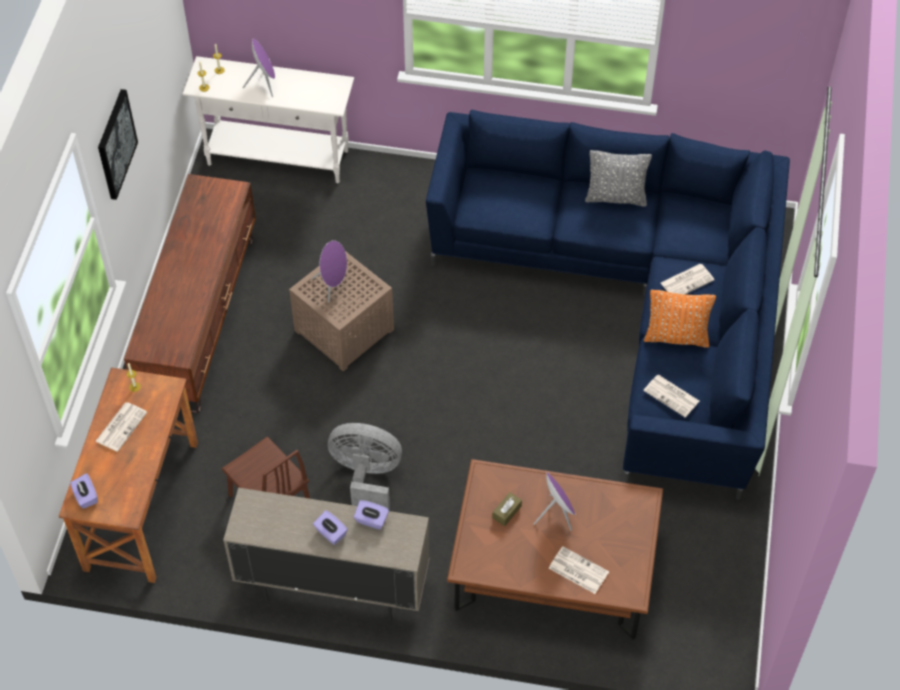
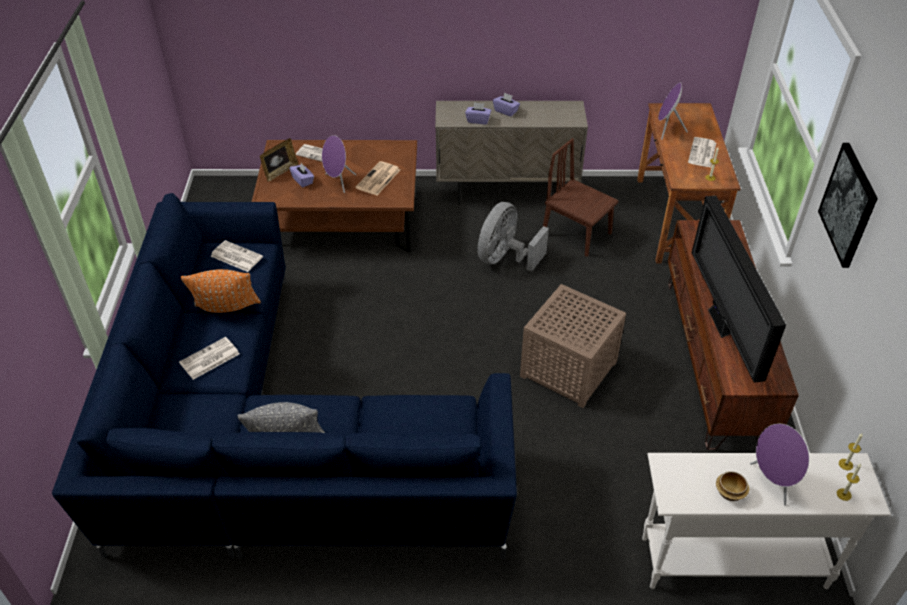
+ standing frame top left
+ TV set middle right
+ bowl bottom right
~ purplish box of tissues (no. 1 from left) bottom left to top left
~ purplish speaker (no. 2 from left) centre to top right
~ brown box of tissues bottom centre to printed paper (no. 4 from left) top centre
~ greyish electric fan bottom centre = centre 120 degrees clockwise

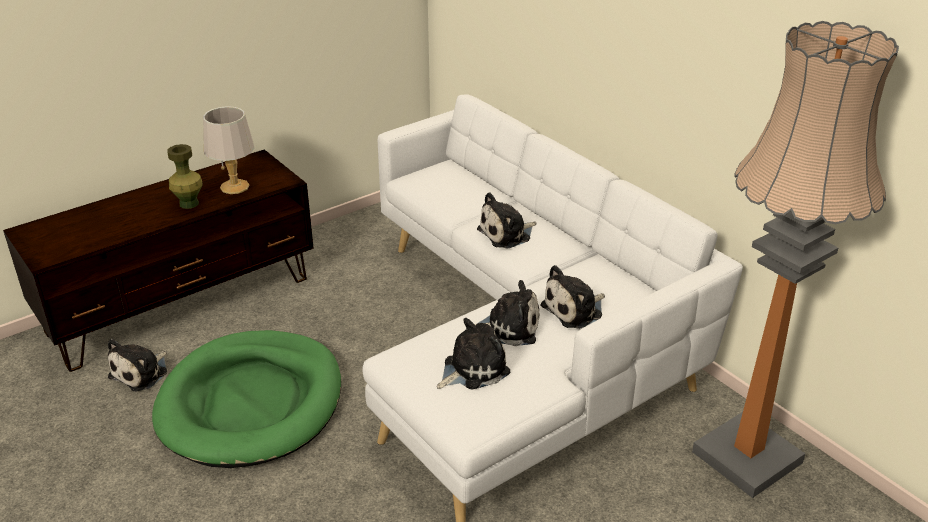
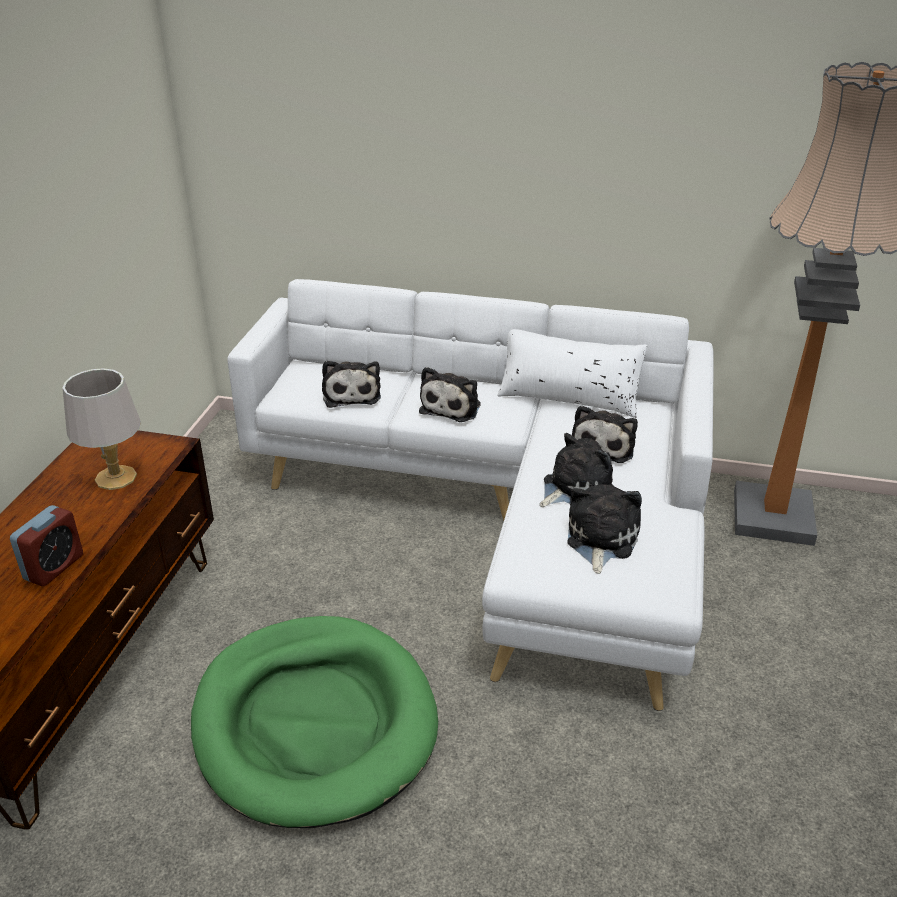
- green-coloured flower vase middle left
+ table clock middle left
+ white pillow centre
~ plush toy (no. 1 from left) bottom left to centre

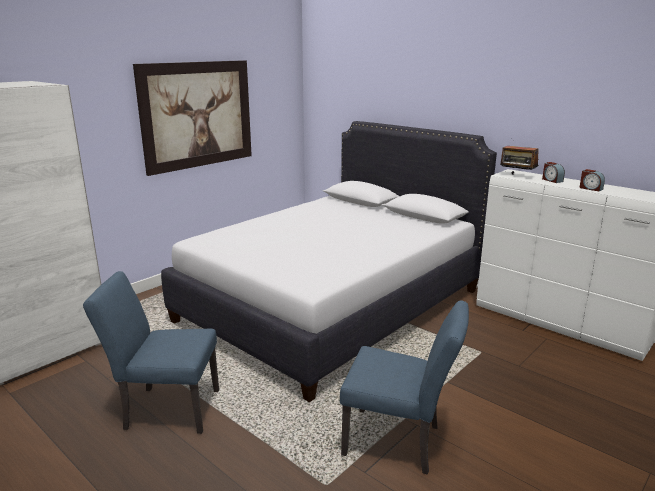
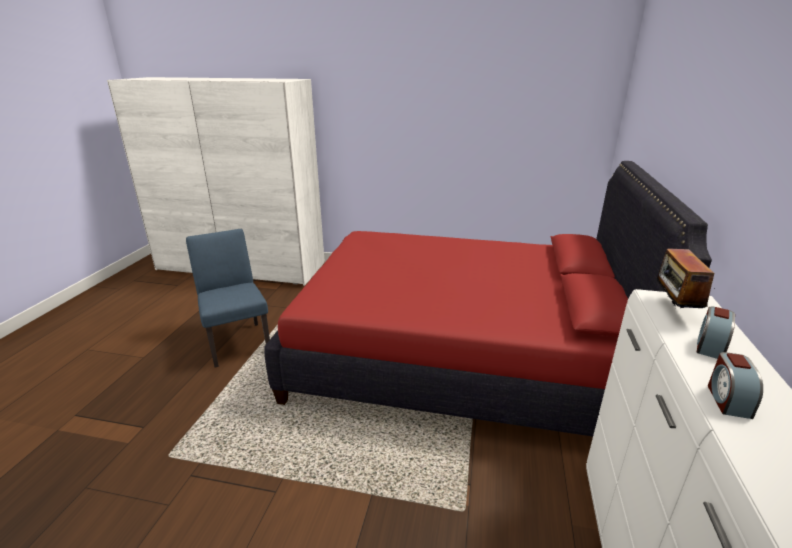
- picture top left
- bluish upright chair (no. 2 from left) bottom centre
~ white bedroom bed centre to red-coloured bedroom bed centre

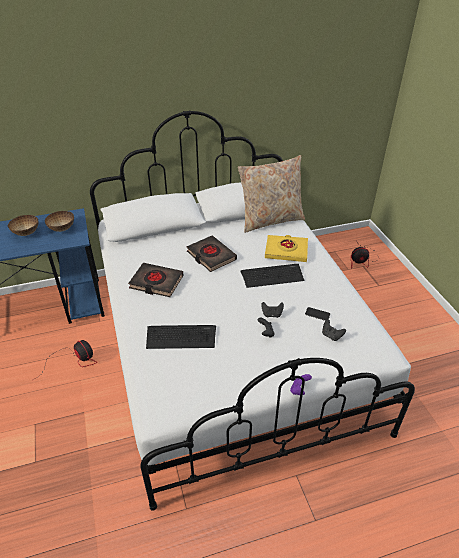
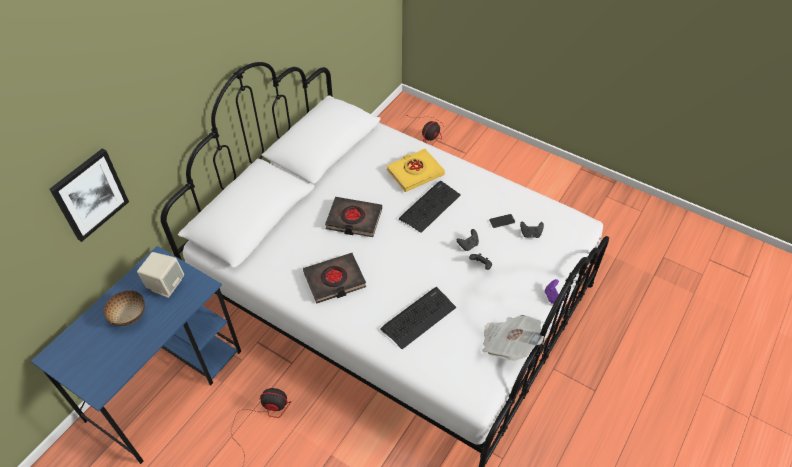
- sand-coloured pillow centre
+ picture middle left
+ printed paper bottom centre
~ bowl (no. 2 from left) middle left to sand-coloured speaker middle left

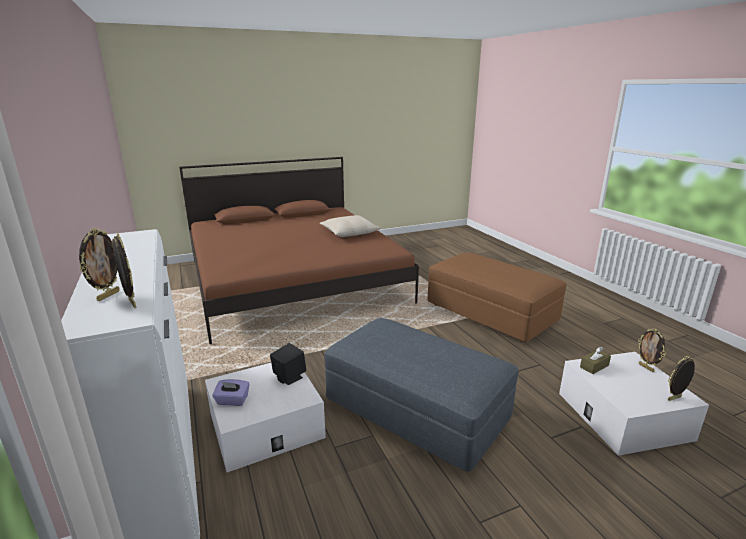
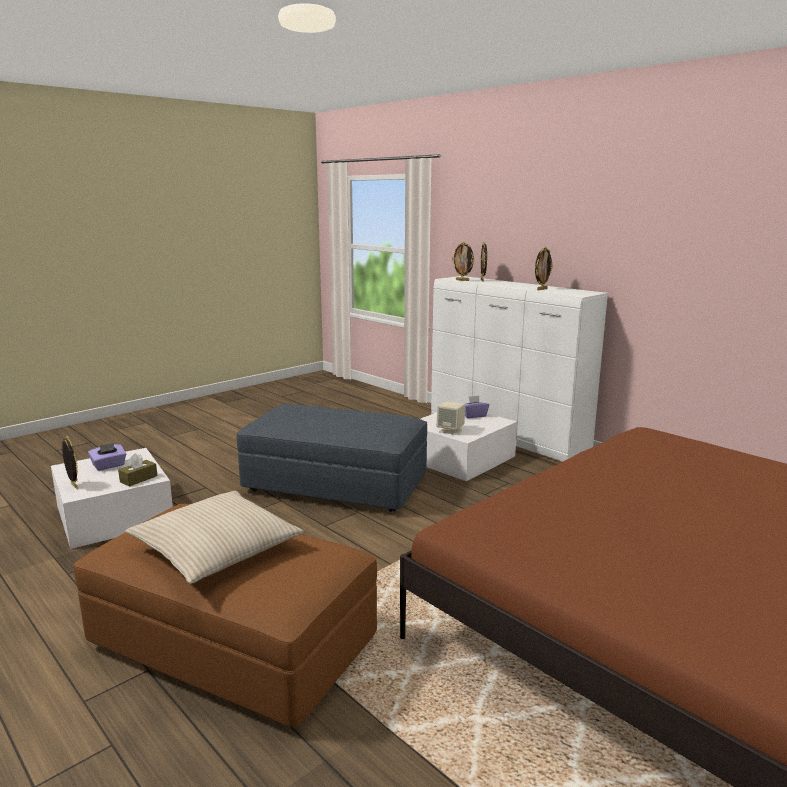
+ purplish box of tissues (no. 1 from left) middle left
~ sand-coloured pillow centre to bottom left
~ standing frame (no. 4 from left) bottom right to middle right
~ black speaker bottom centre to sand-coloured speaker centre

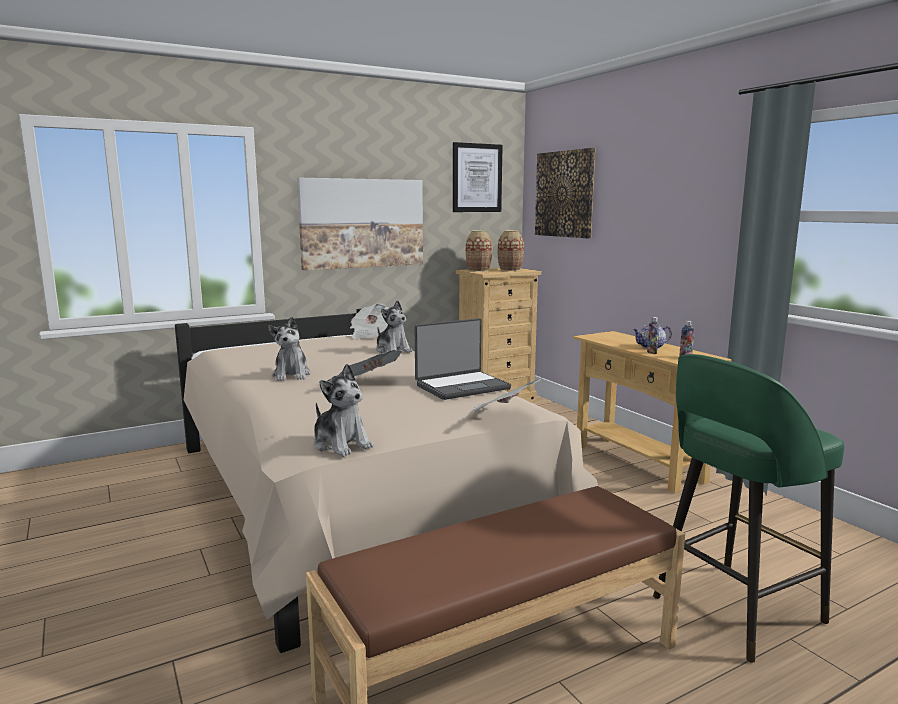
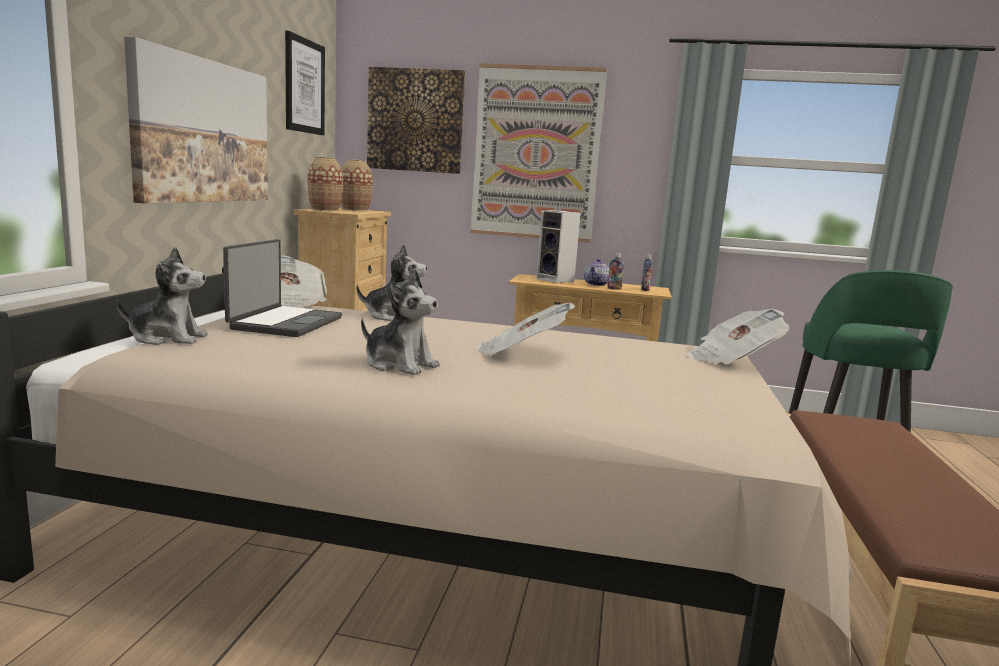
+ picture (no. 4 from left) top centre
+ speaker centre
~ plush toy (no. 2 from left in the first image) centre to plush toy (no. 1 from left) middle left
~ notebook computer centre to middle left

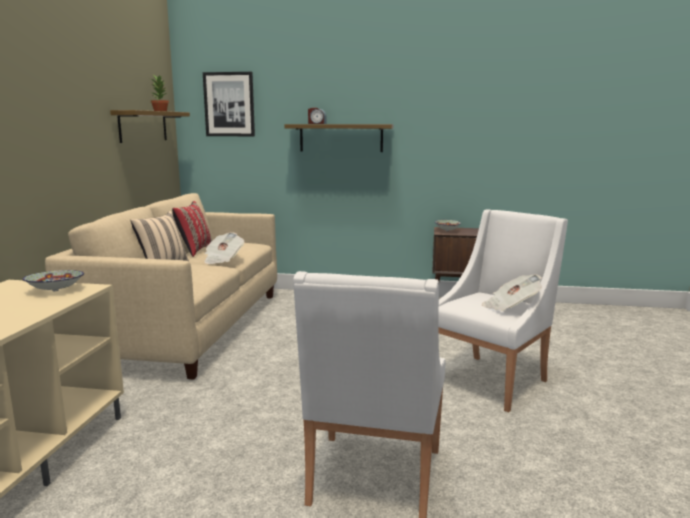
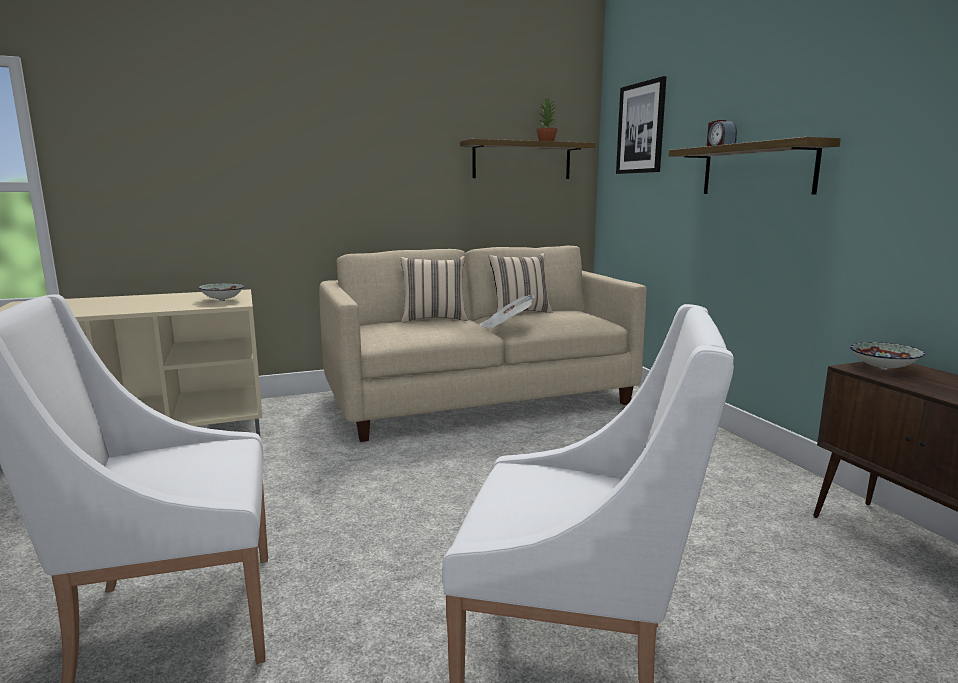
- printed paper (no. 2 from left) middle right
~ red-coloured pillow middle left to sand-coloured pillow (no. 2 from left) centre

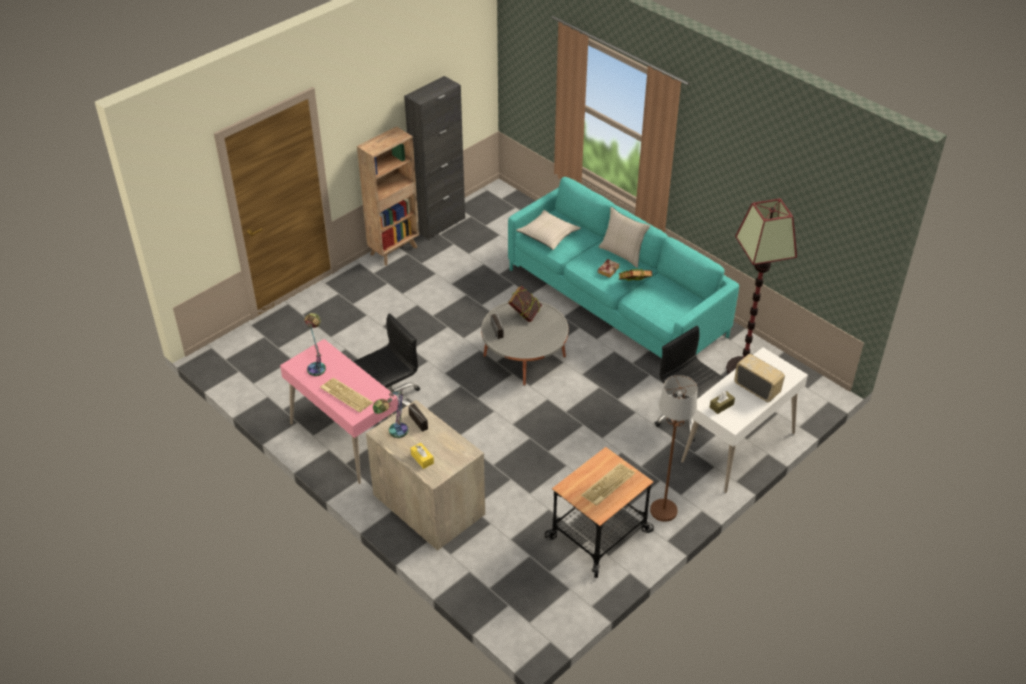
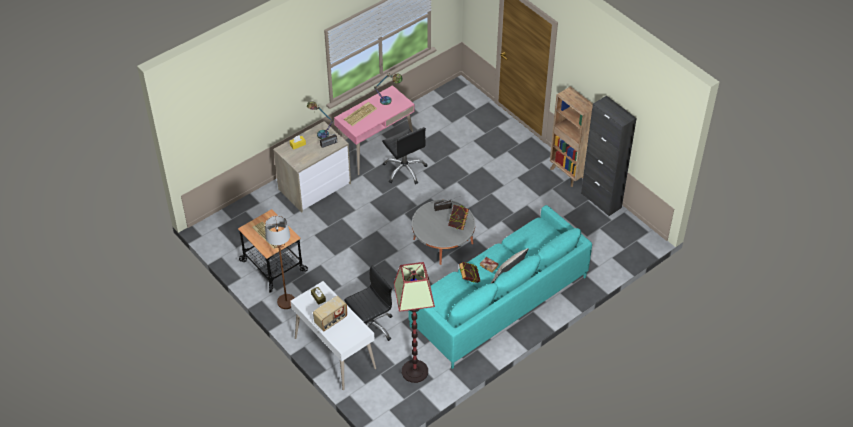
- sand-coloured pillow (no. 1 from left) centre

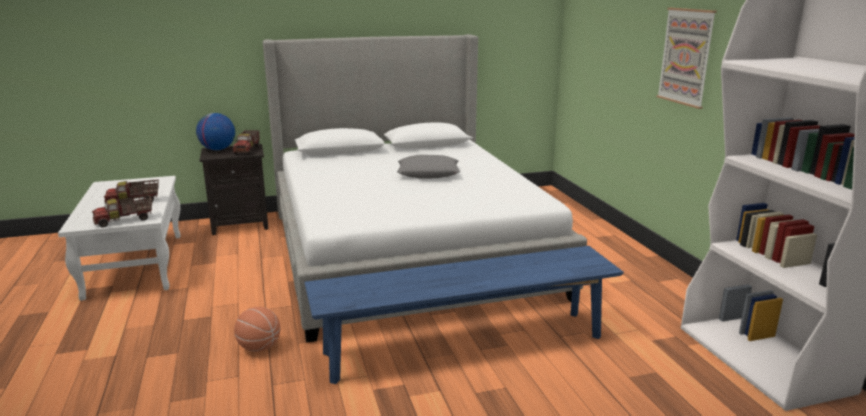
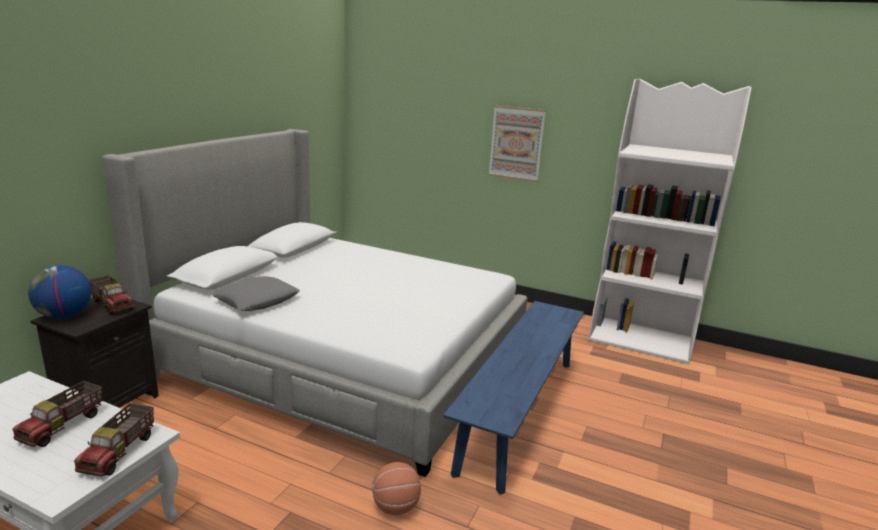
~ greyish pillow centre to middle left

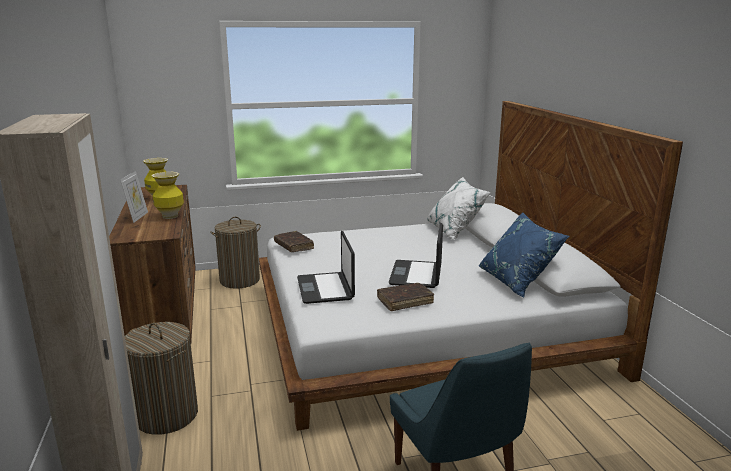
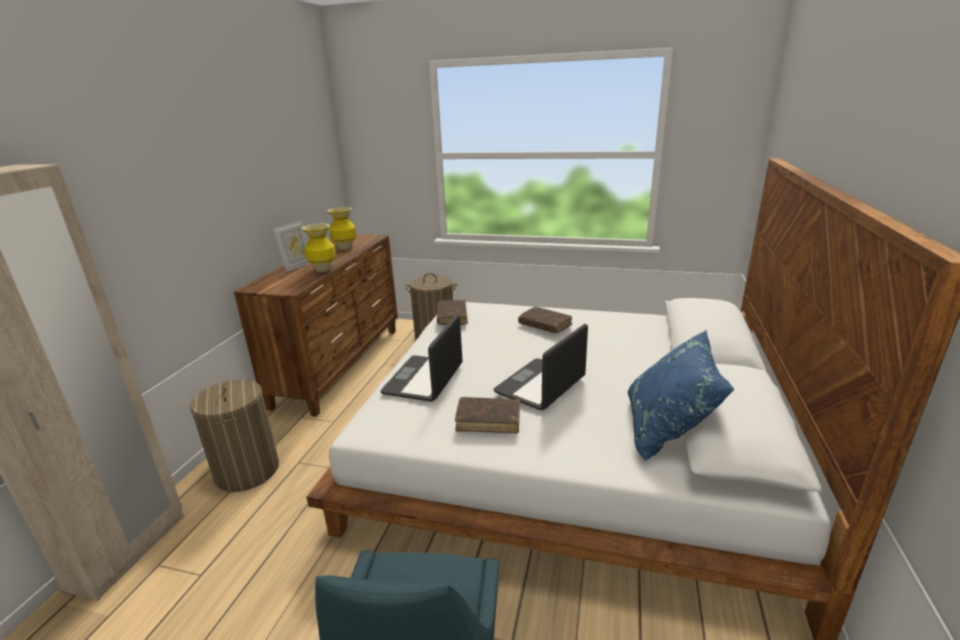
- white pillow centre
+ brown book (no. 3 from left) centre

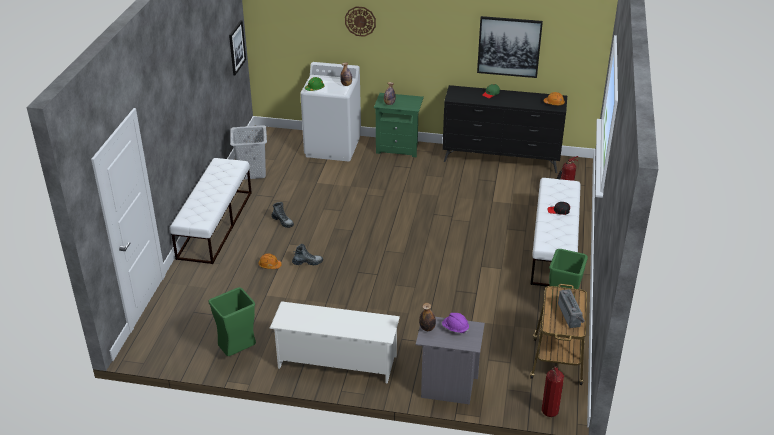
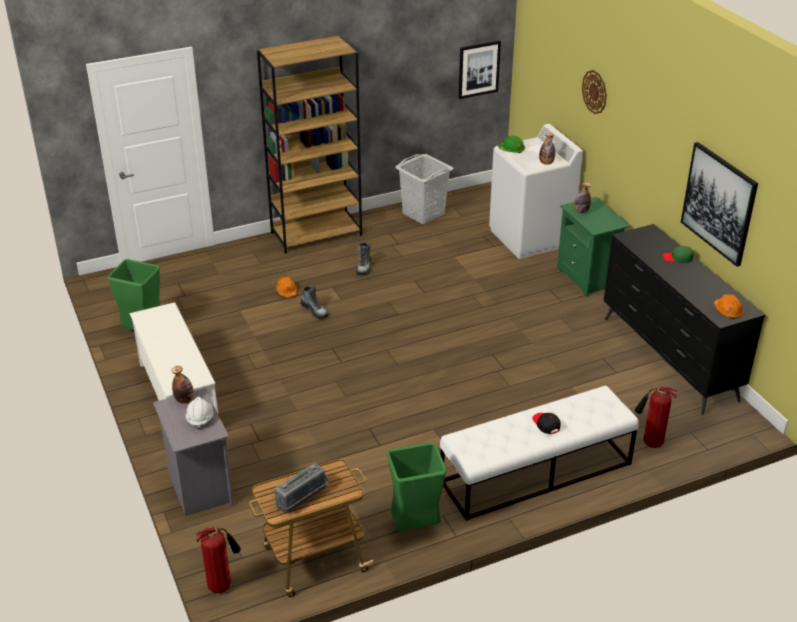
~ white indoor bench (no. 1 from left) middle left to brown bookshelf top centre
~ purplish hard hat bottom centre to white hard hat middle left

